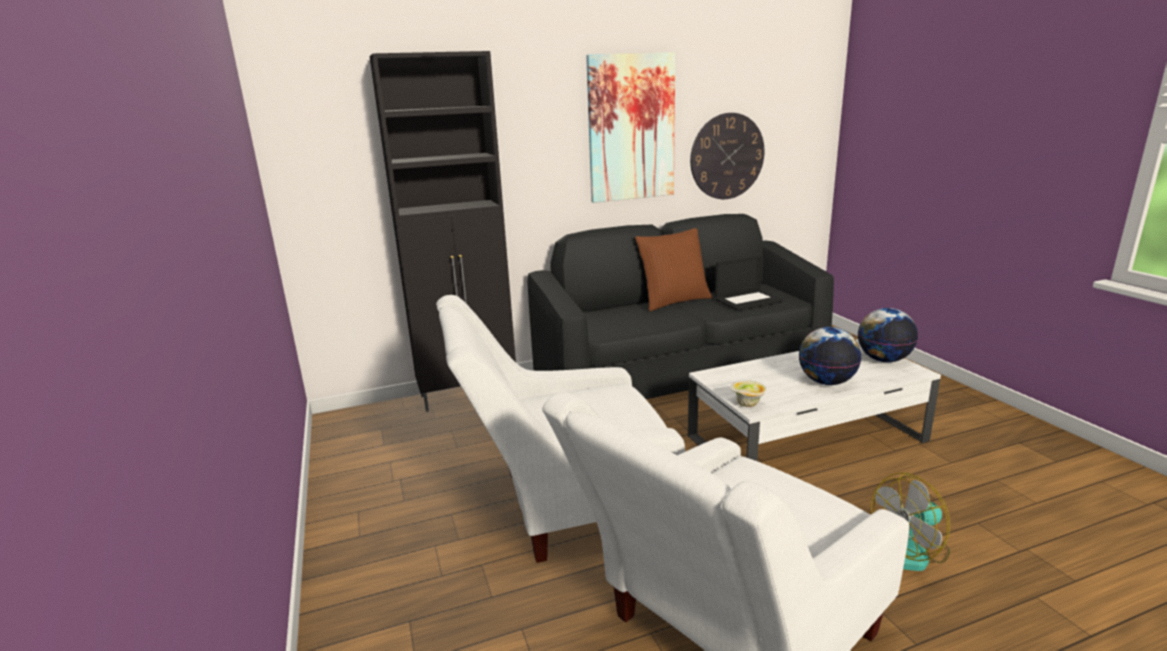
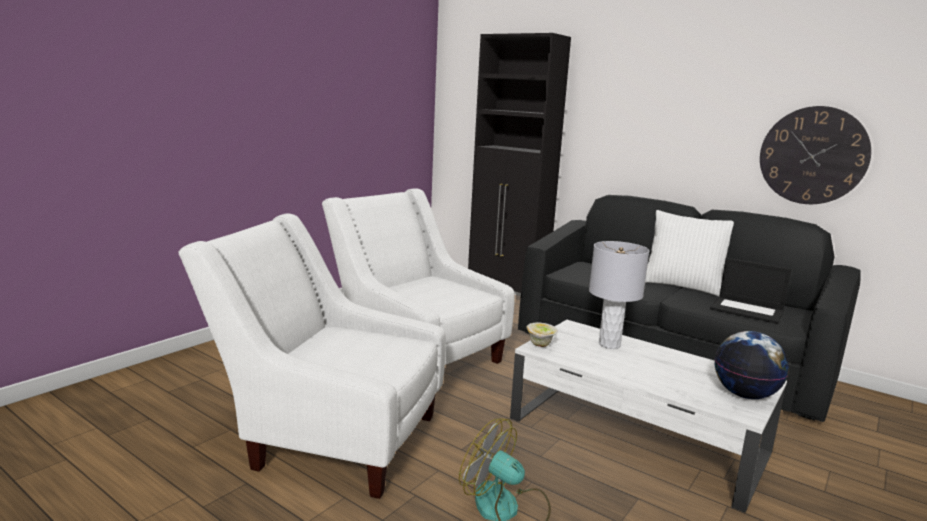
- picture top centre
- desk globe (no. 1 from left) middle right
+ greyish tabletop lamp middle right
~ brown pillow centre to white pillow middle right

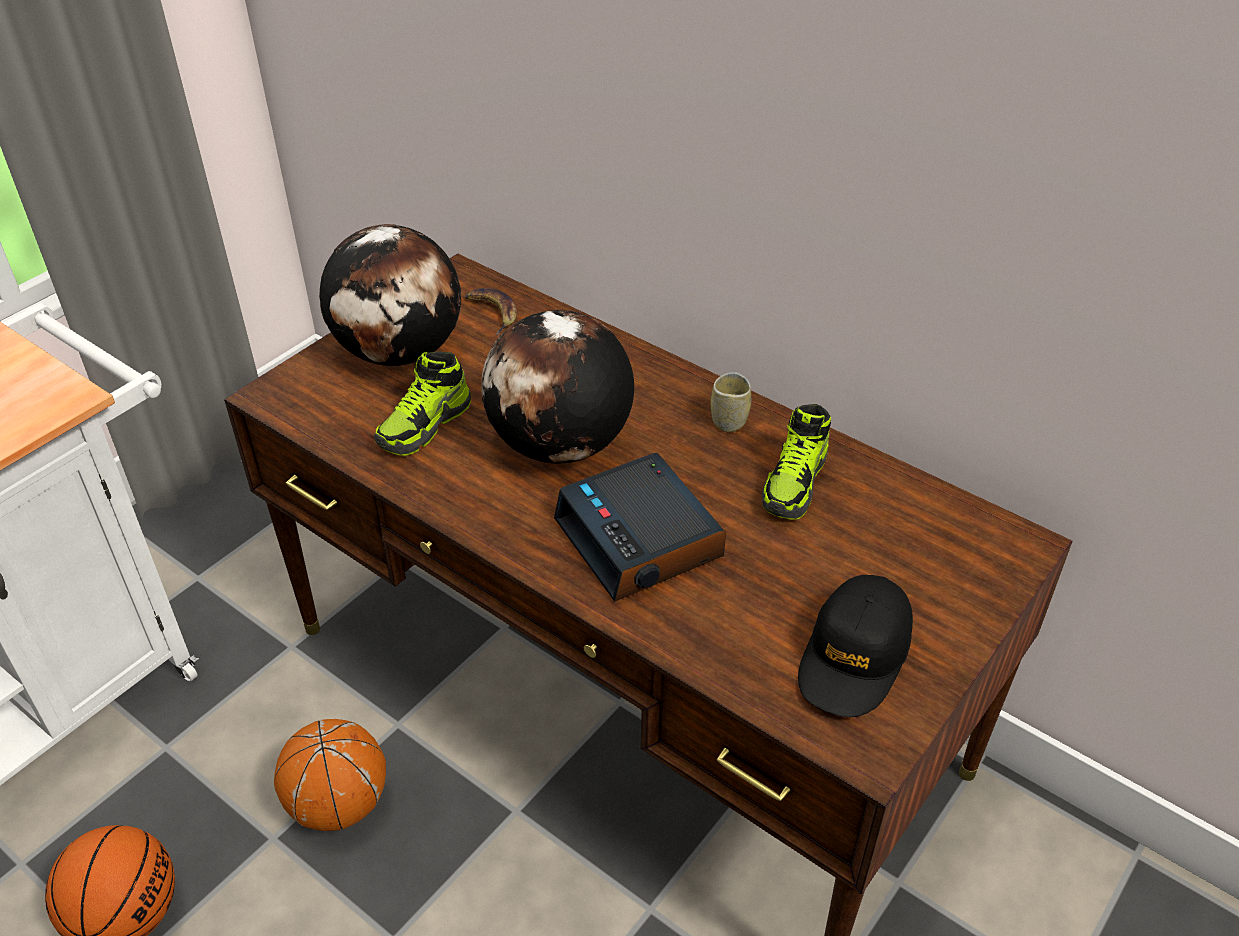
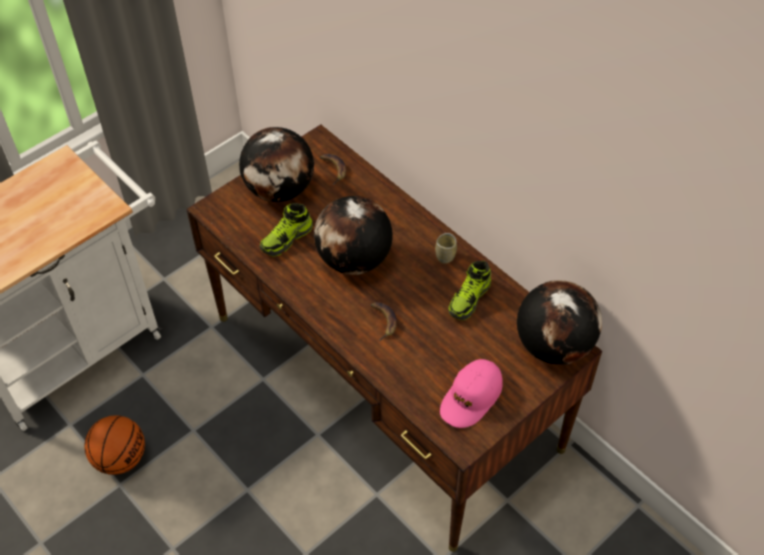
- ball for basketball (no. 2 from left) bottom left
+ desk globe (no. 3 from left) middle right
~ table clock centre to whole banana (no. 2 from left) centre
~ black baseball cap bottom right to pink baseball cap bottom centre

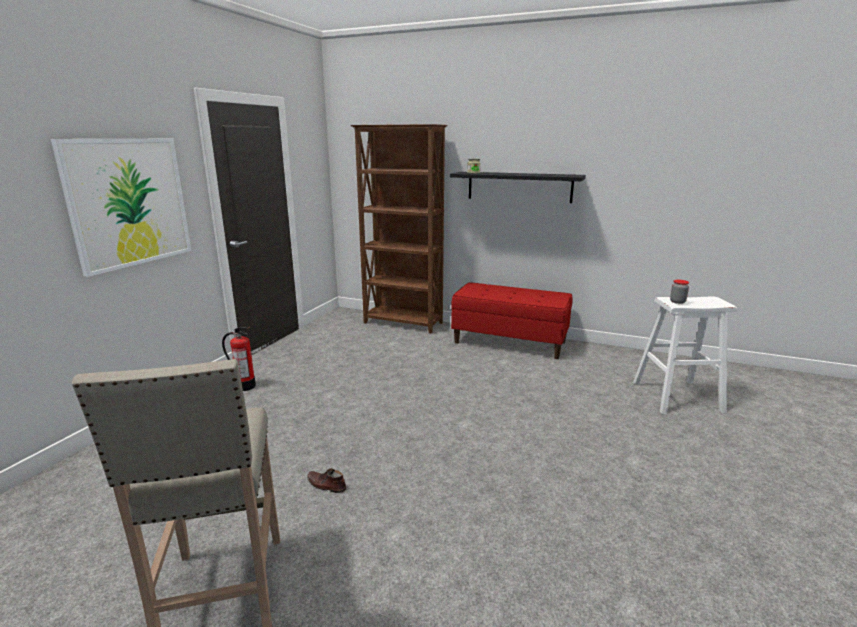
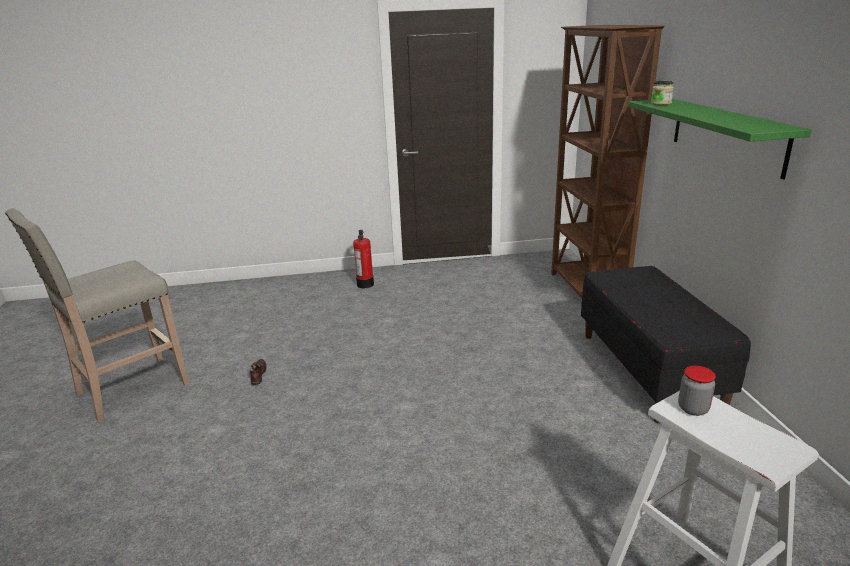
- picture top left
~ black wall shelf top centre to green-coloured wall shelf top right
~ red-coloured indoor bench centre to black indoor bench middle right

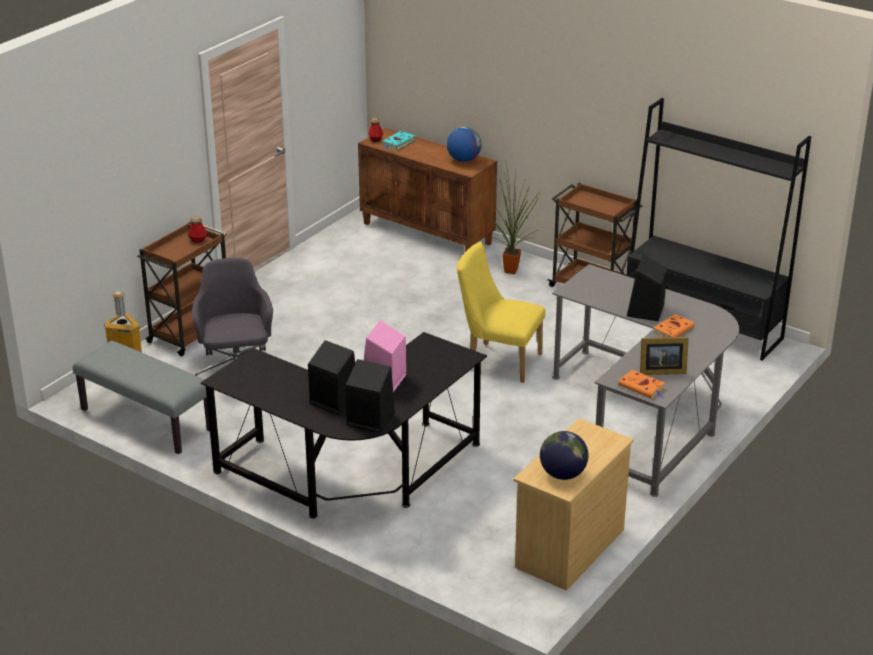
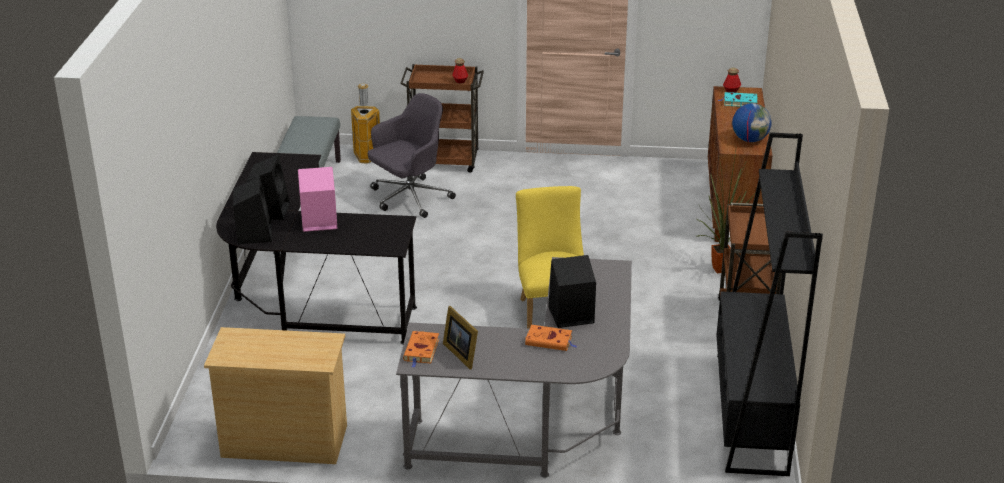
- desk globe (no. 2 from left) bottom centre

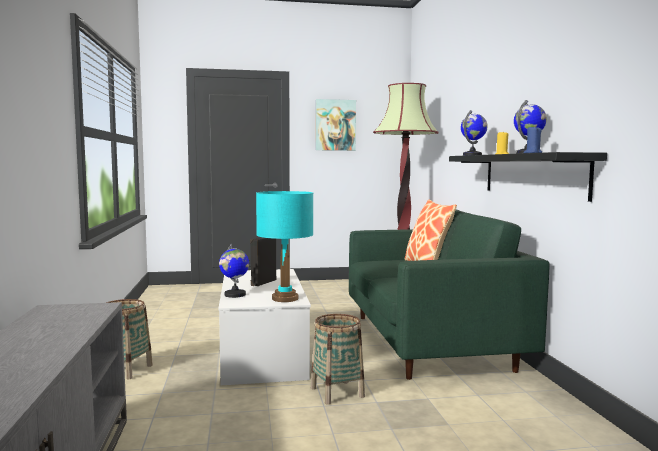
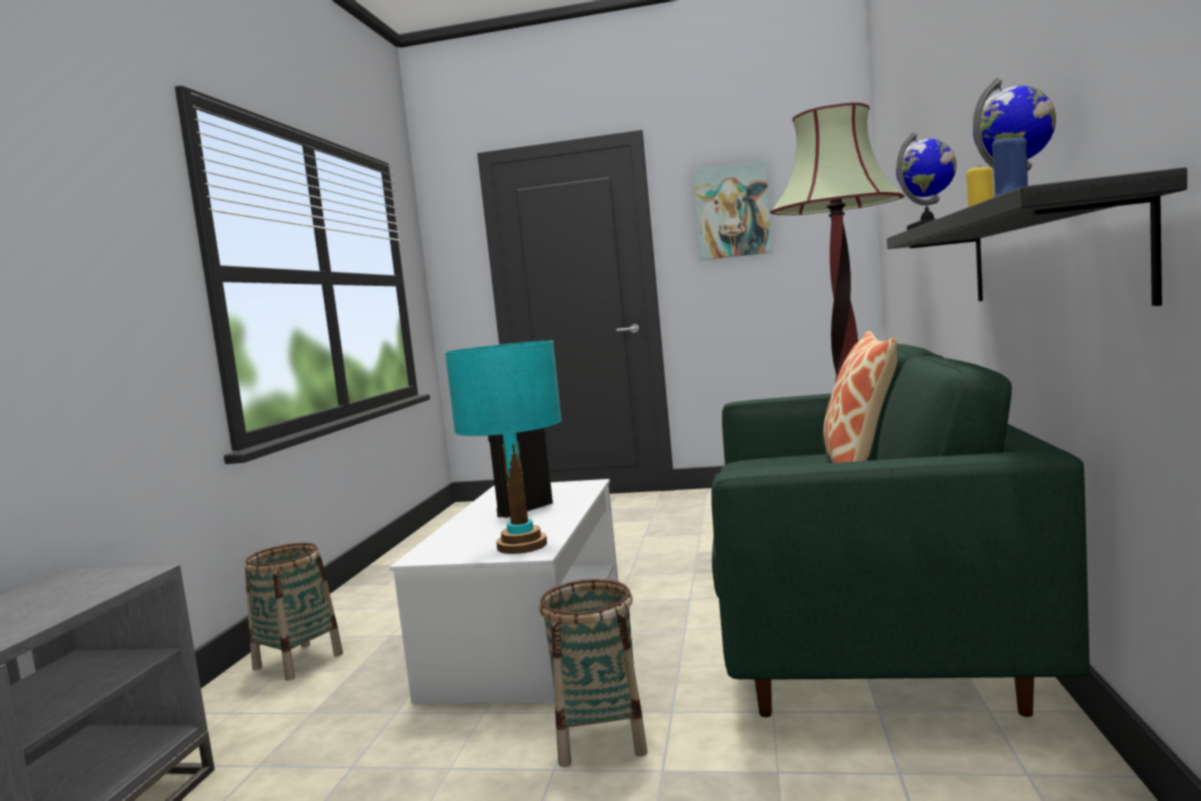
- desk globe (no. 1 from left) centre

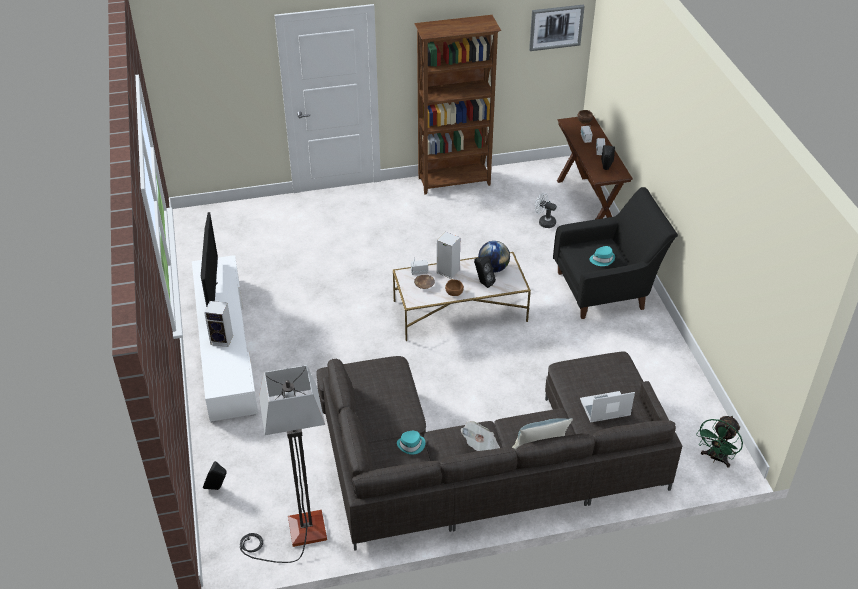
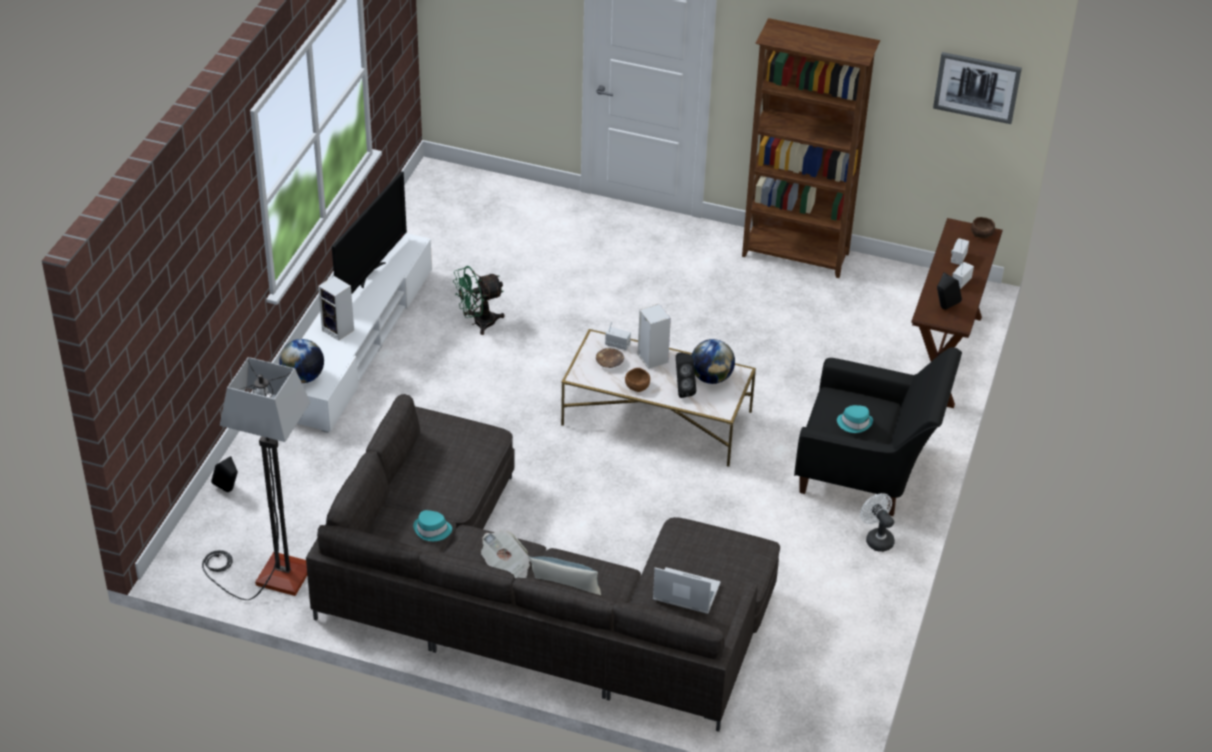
+ desk globe (no. 1 from left) middle left
~ white electric fan centre to bottom right
~ green-coloured electric fan bottom right to centre

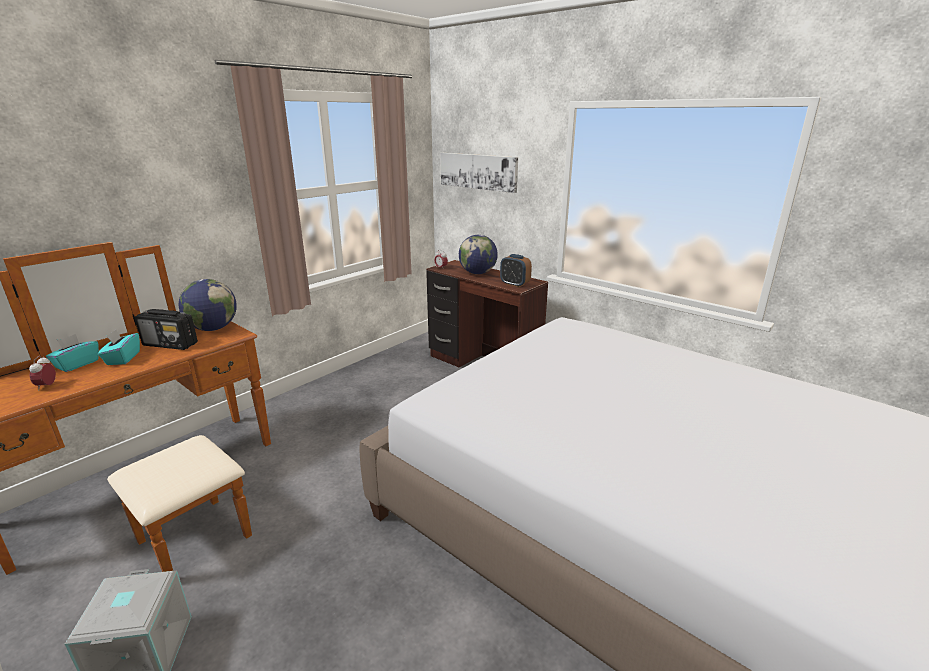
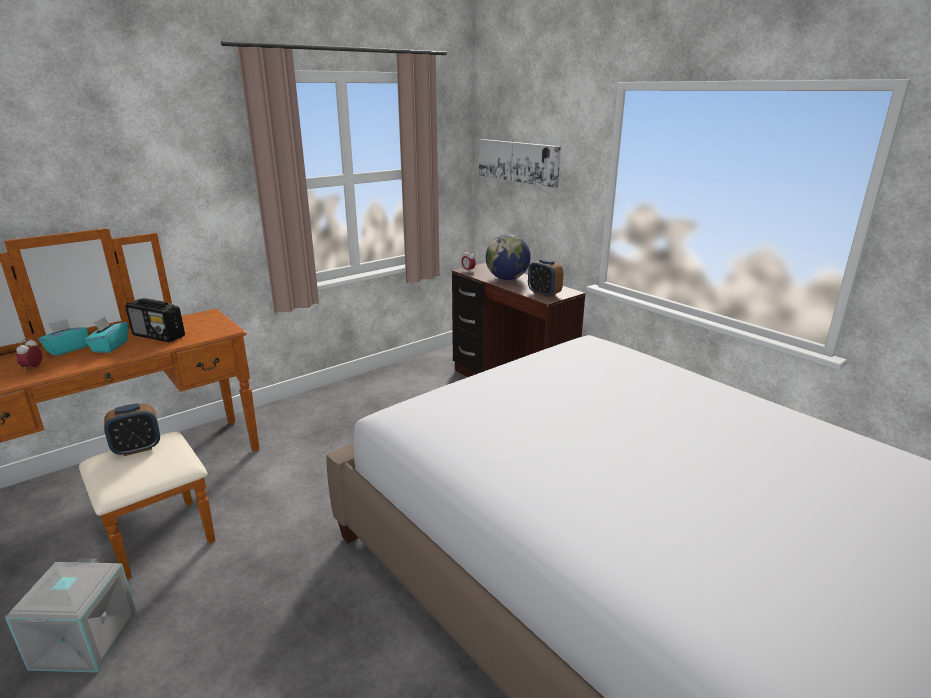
- desk globe (no. 1 from left) middle left
+ table clock (no. 2 from left) middle left

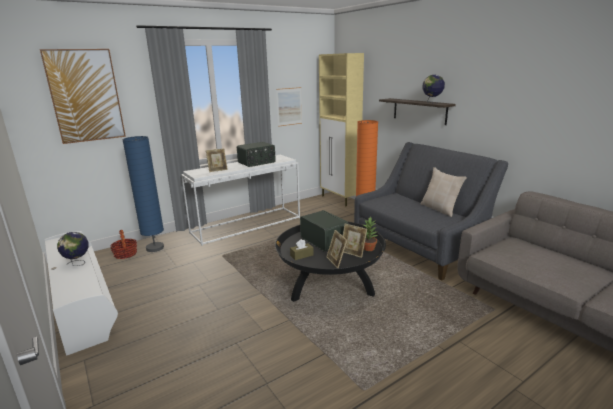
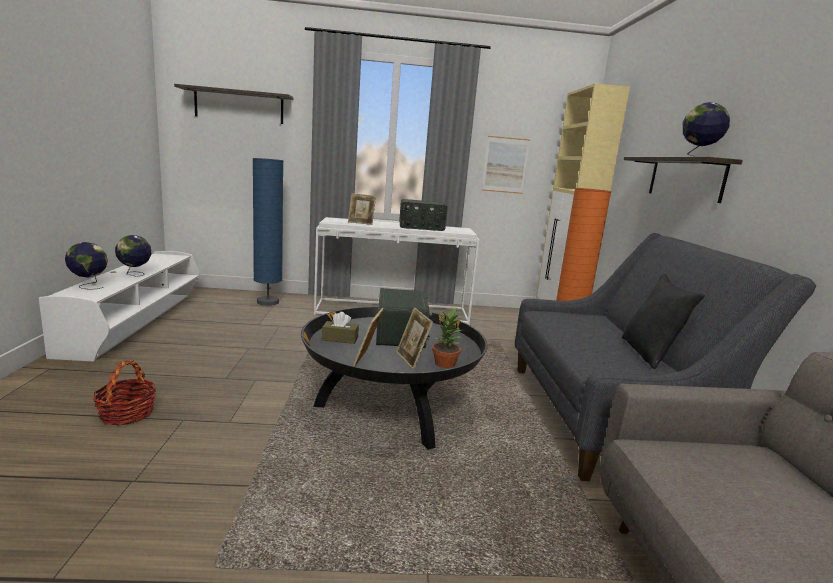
+ desk globe (no. 1 from left) middle left
~ basket middle left to bottom left
~ picture (no. 1 from left) top left to wall shelf (no. 1 from left) top left
~ sand-coloured pillow middle right to black pillow middle right

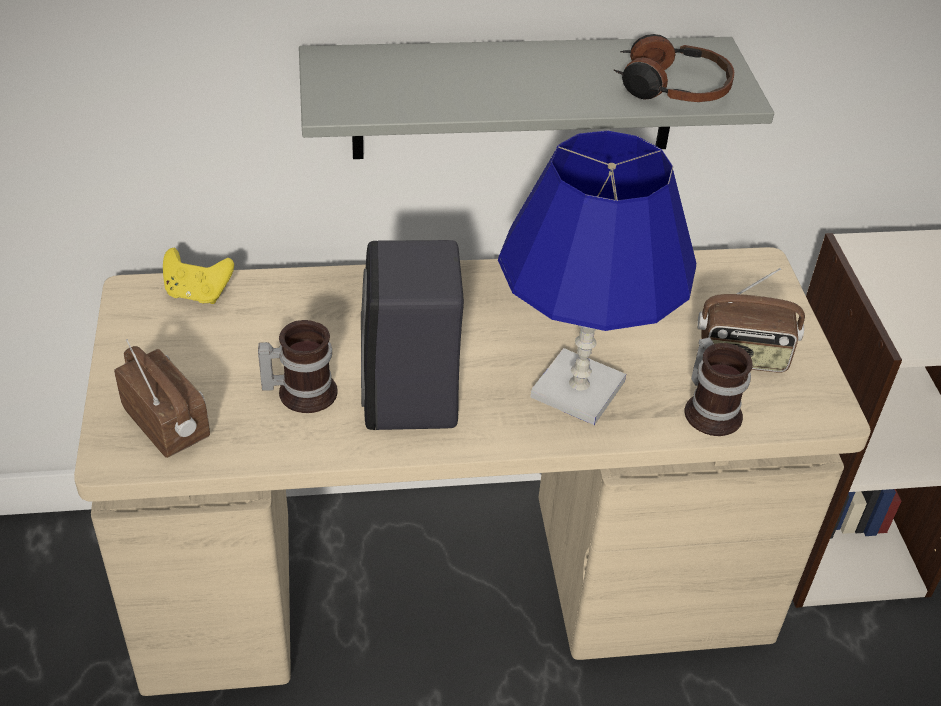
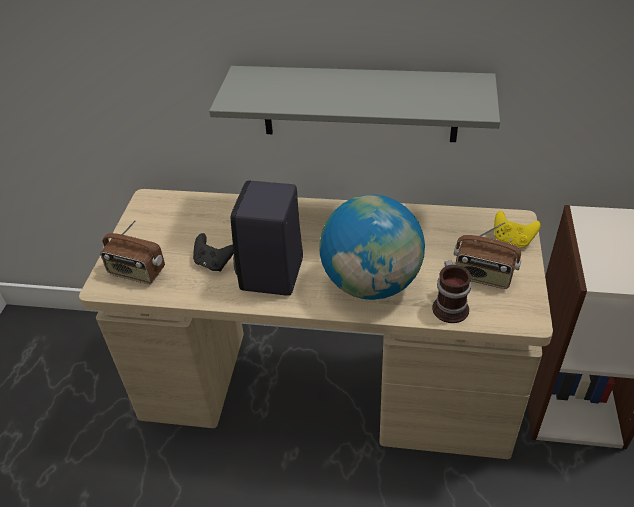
- headset top right
~ yellow game controller middle left to middle right
~ coffee mug (no. 1 from left) middle left to black game controller centre
~ bluish tabletop lamp centre to desk globe centre
~ radio set (no. 1 from left) middle left = middle left 135 degrees clockwise

